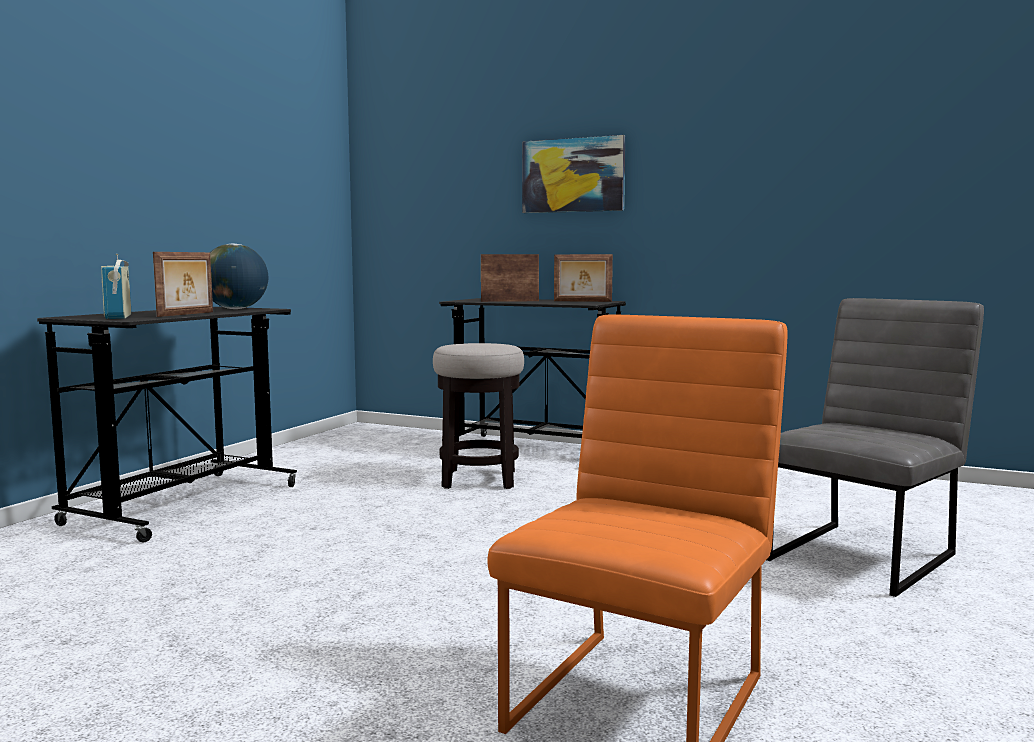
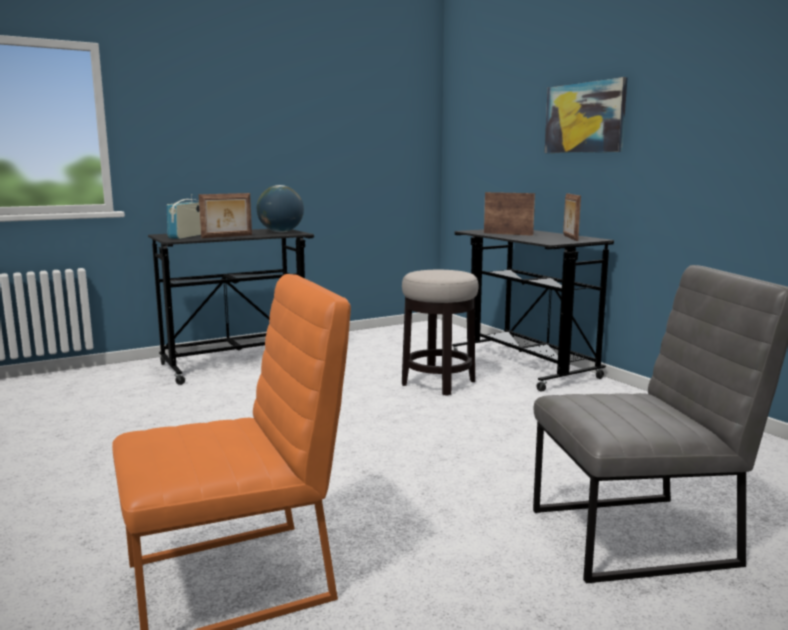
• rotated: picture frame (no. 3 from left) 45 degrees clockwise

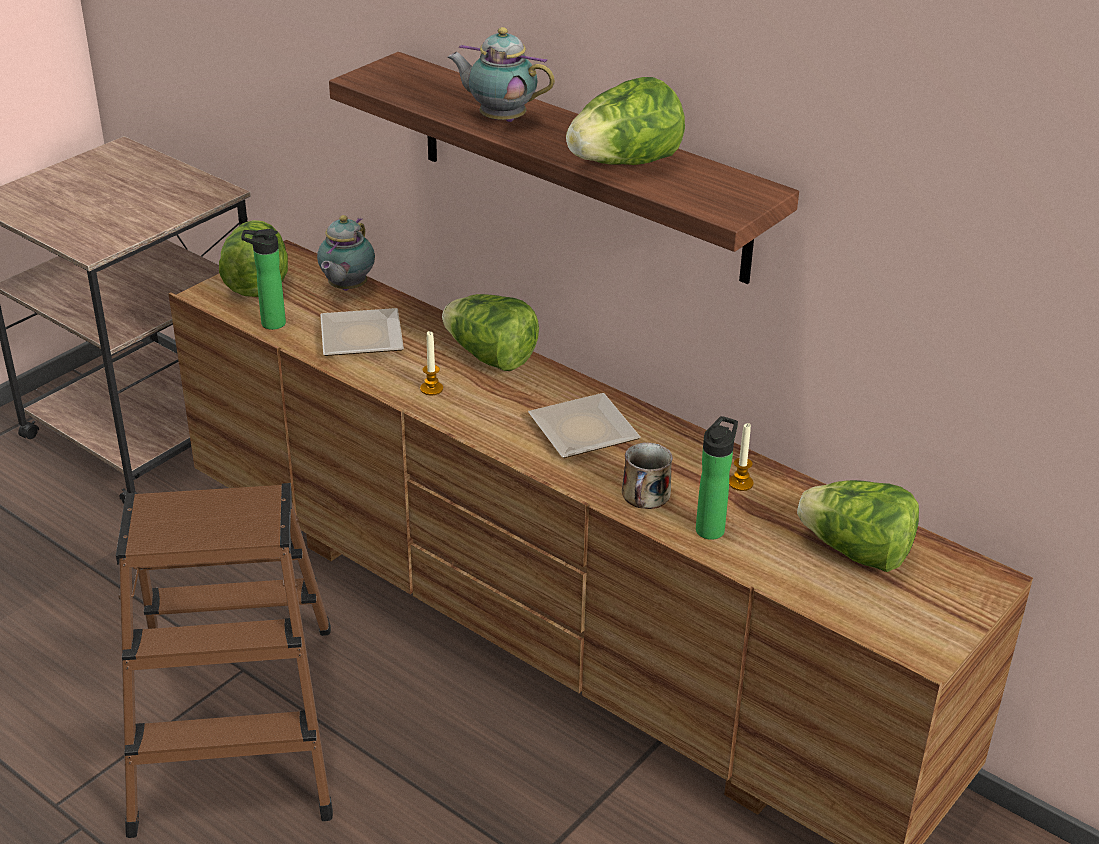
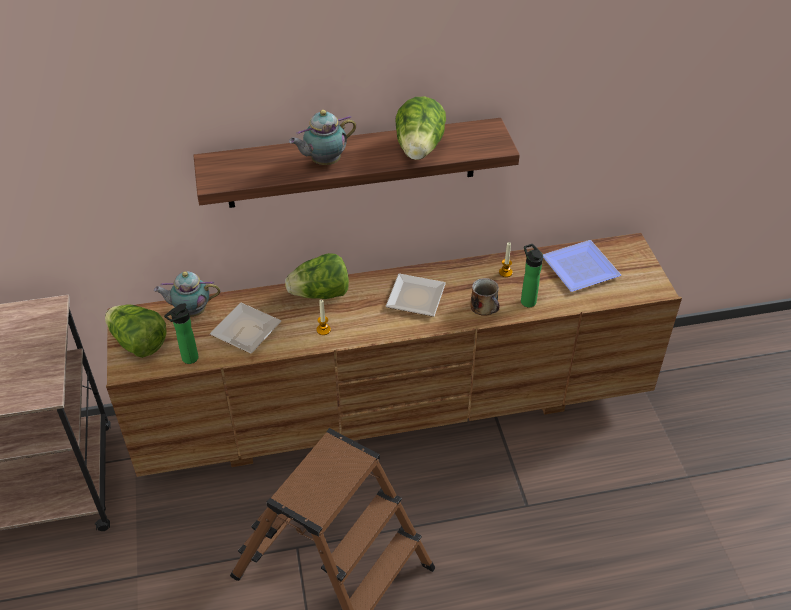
• rotated: pot for tea (no. 1 from left) 120 degrees clockwise
• swapped: lettuce head (no. 4 from left) to flat dish (no. 3 from left)

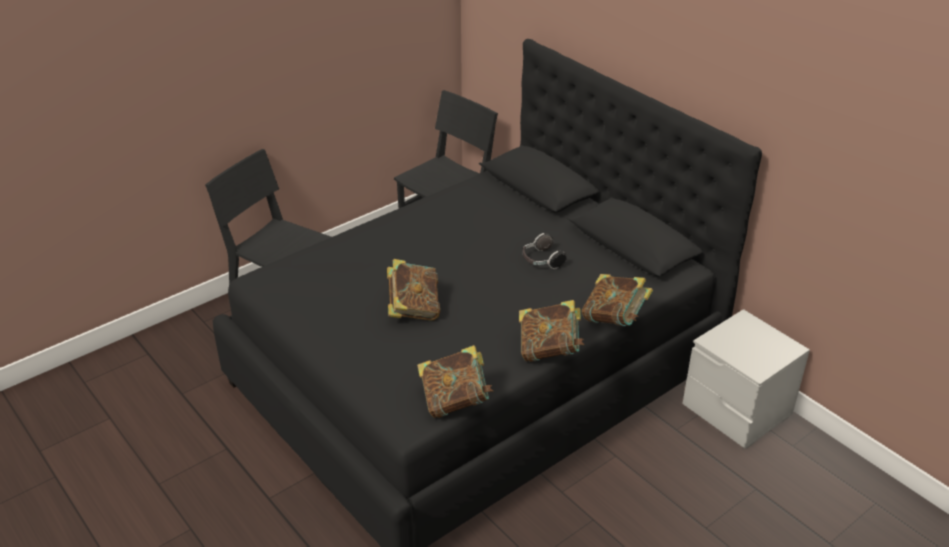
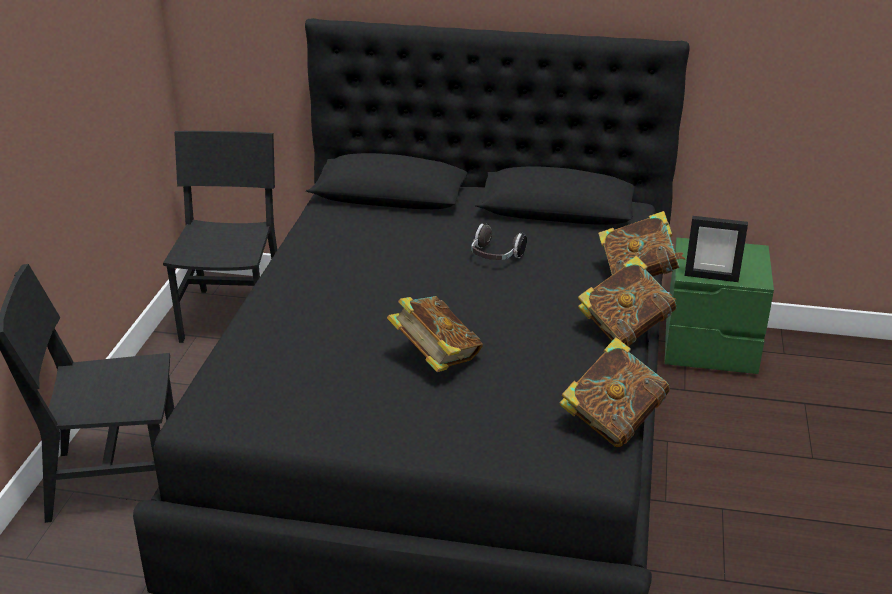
• repainted: nightstand (whitish) to nightstand (greenish)
• new: picture frame

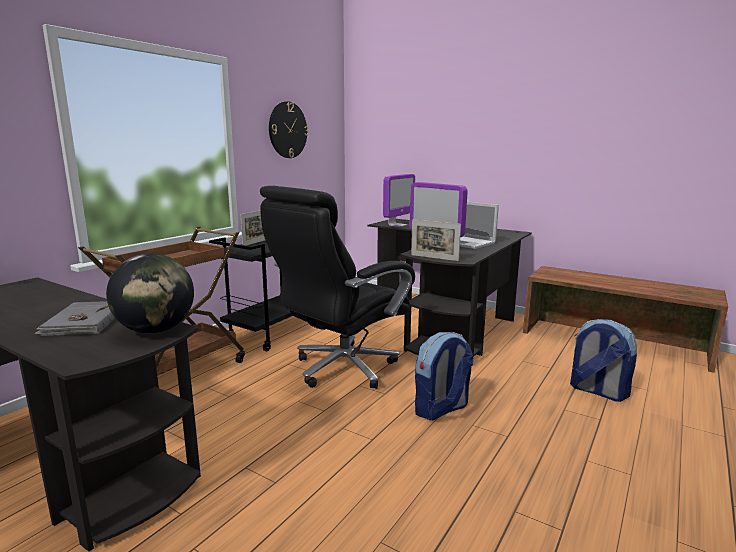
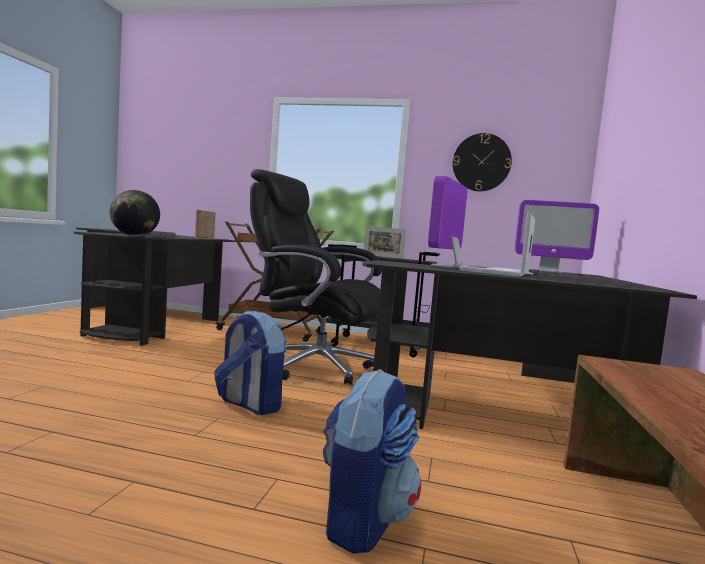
• shifted: picture frame (no. 2 from left in the first image) to picture frame (no. 1 from left)

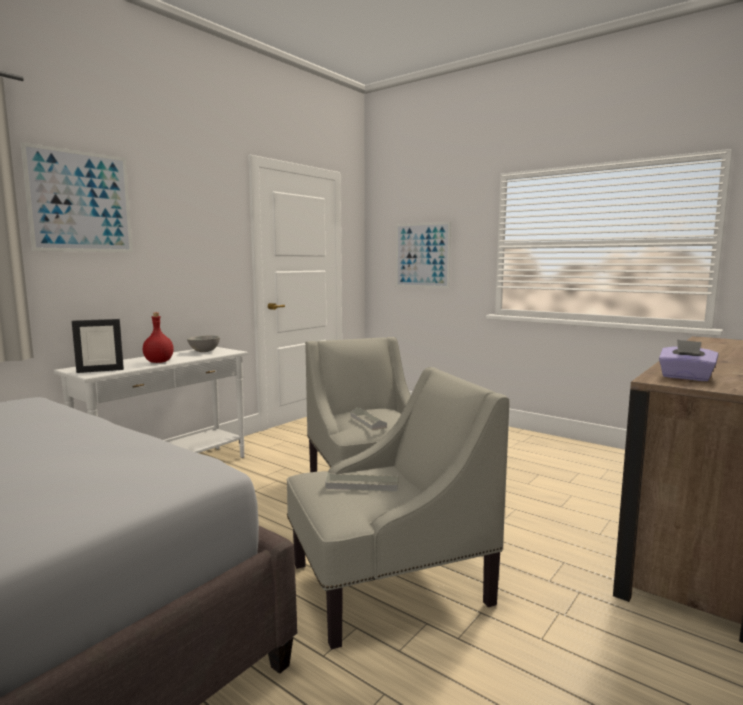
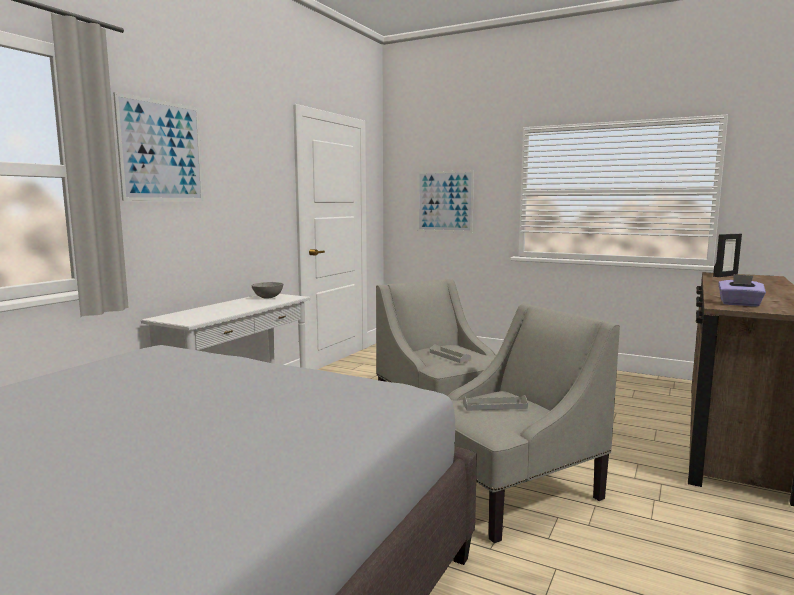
• shifted: picture frame
• gone: beverage bottle (red-coloured)

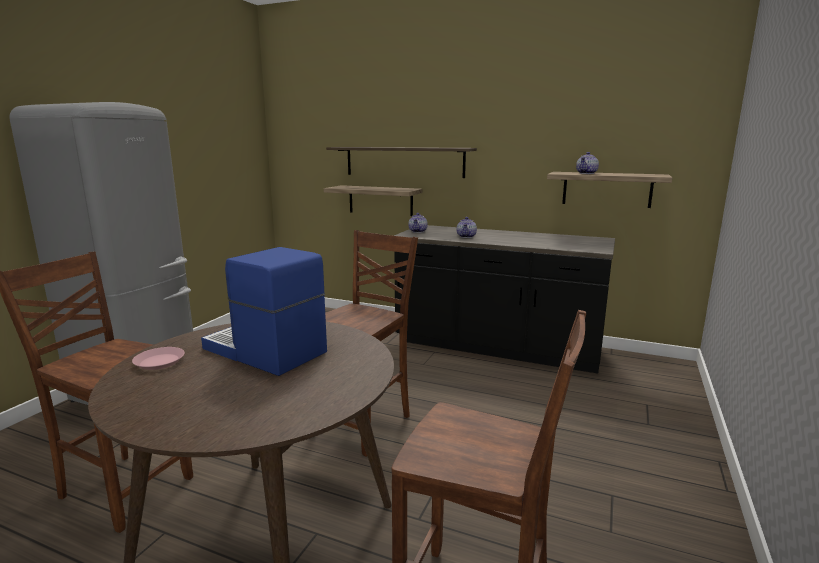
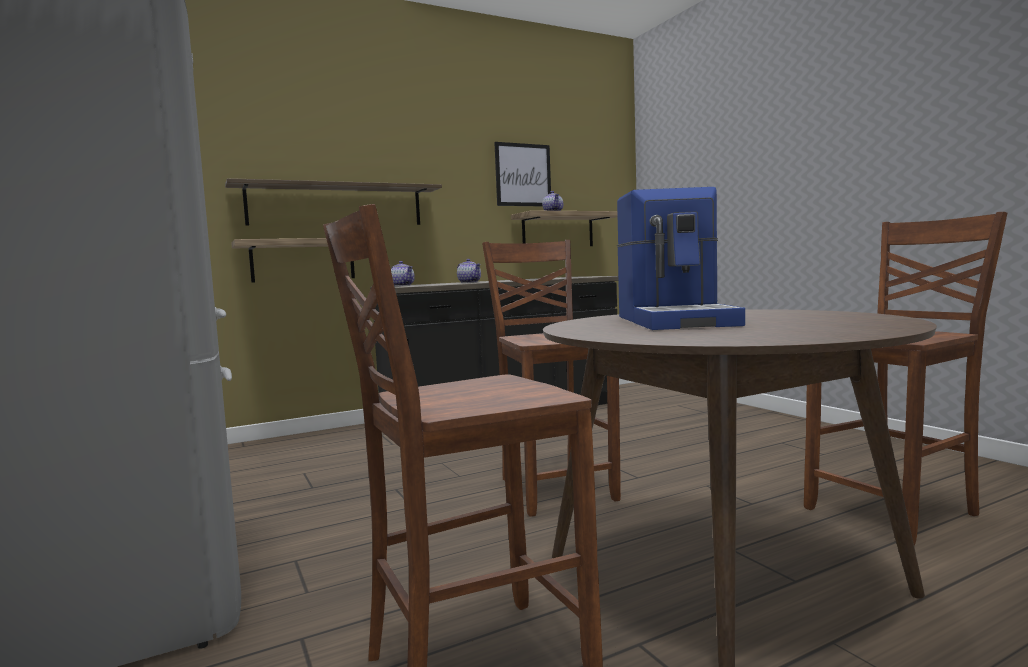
• new: wall art
• rotated: coffee machine 75 degrees counterclockwise
• gone: flat dish (pinkish)

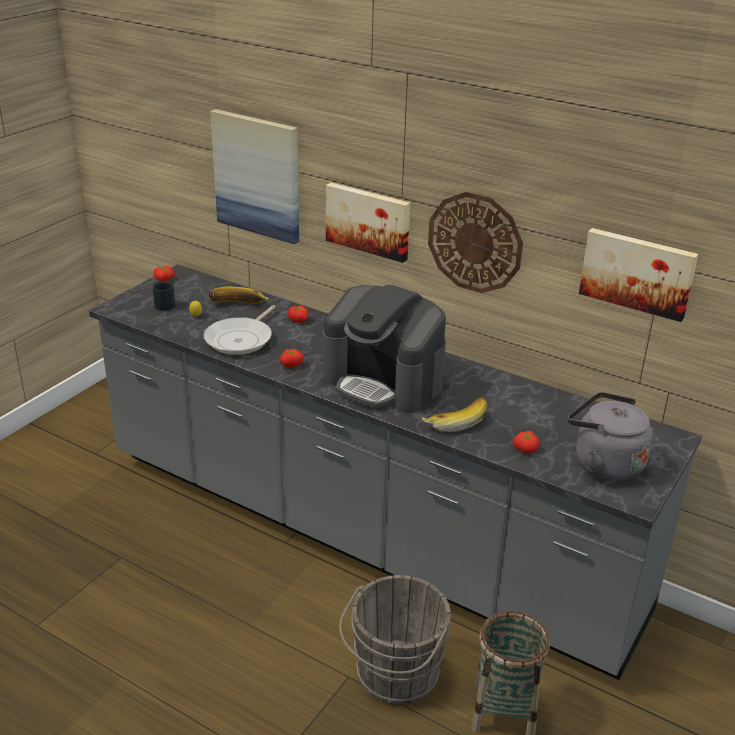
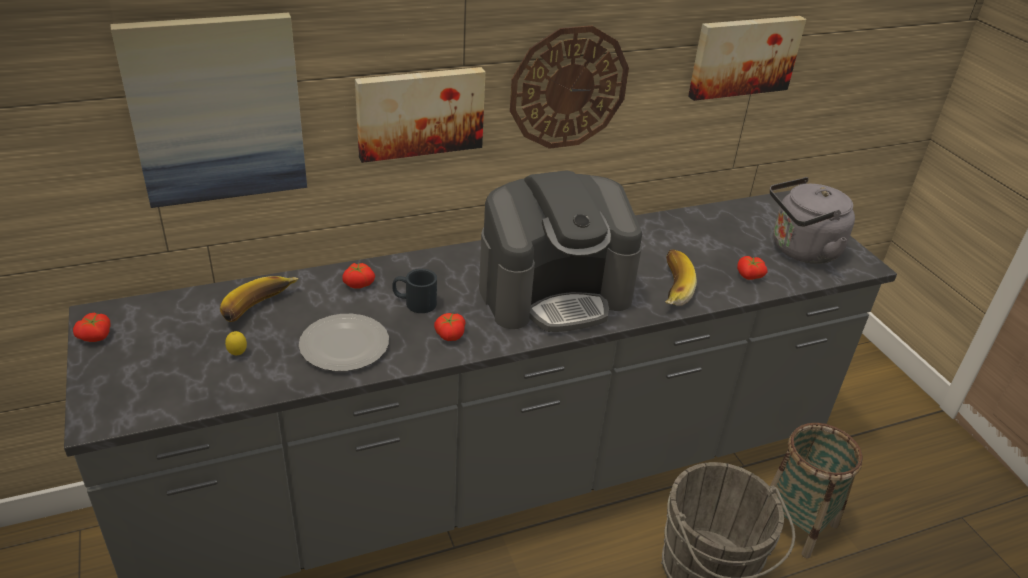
• swapped: frying pan to flat dish
• shifted: mug (black-coloured)

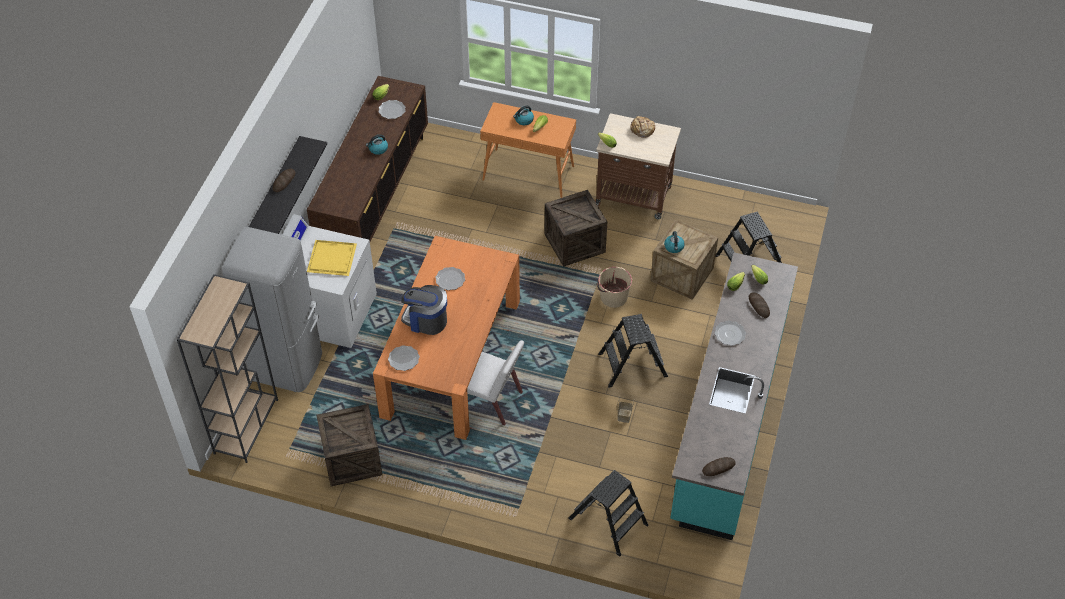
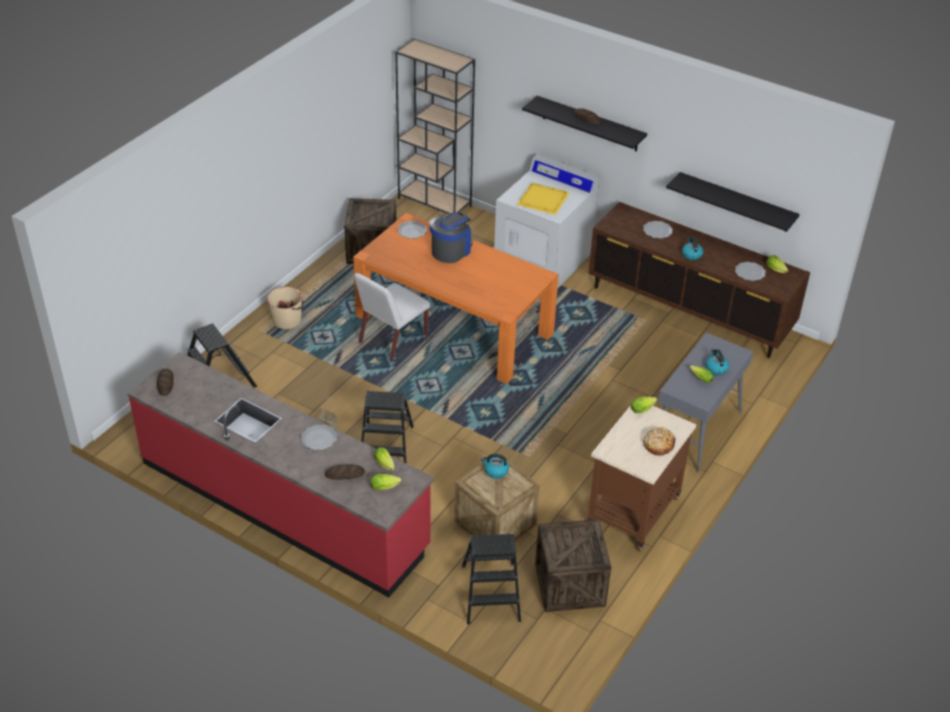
• repainted: counter (blue-green) to counter (red-coloured)
• shifted: water bucket (beige-coloured)
• shifted: packing crate (no. 2 from left in the first image) to packing crate (no. 3 from left)
• shifted: flat dish (no. 3 from left)
• repainted: narrow table (orangey) to narrow table (gray)
• new: wall shelf (black-coloured) (no. 2 from left)
• gone: fridge (gray)

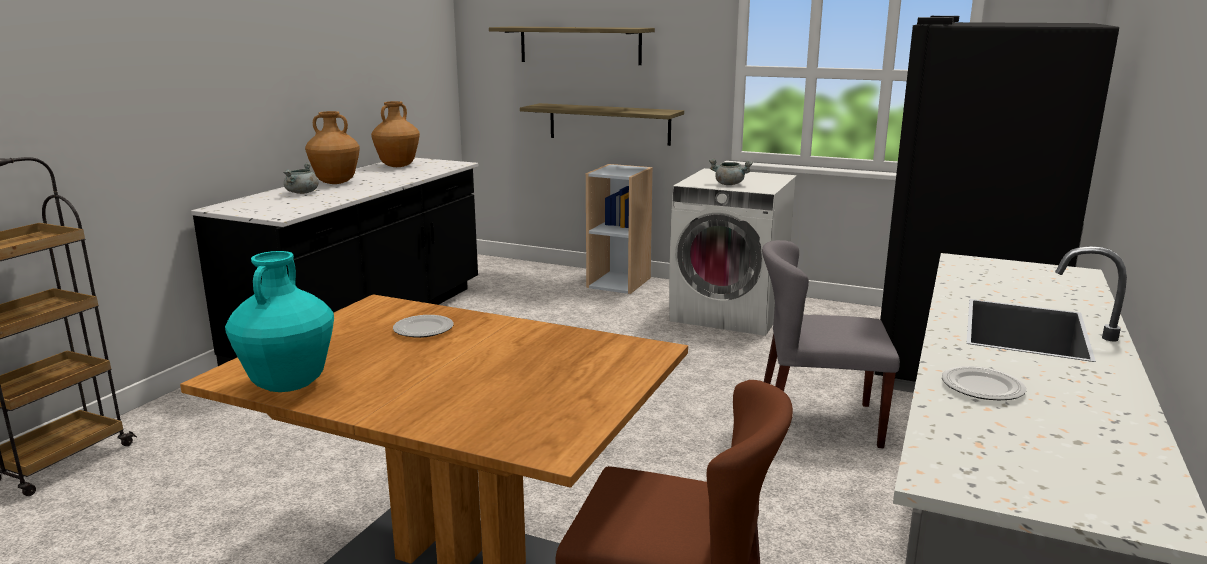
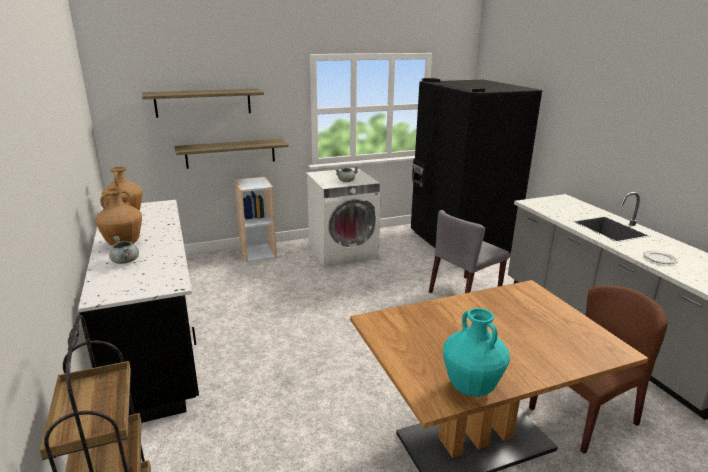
• gone: flat dish (no. 1 from left)

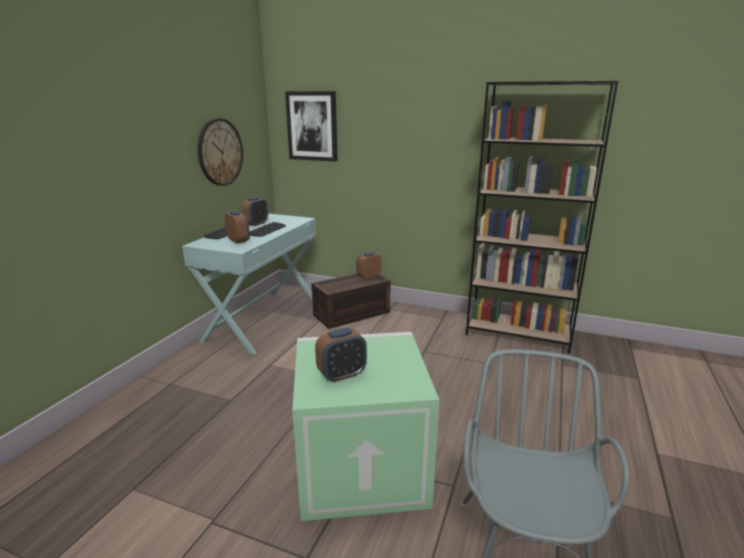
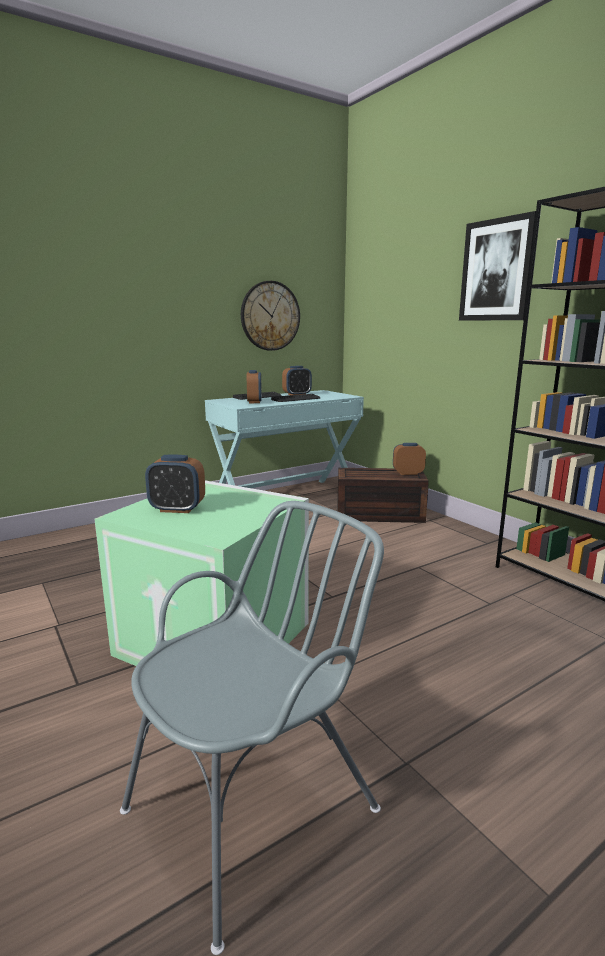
• shifted: wall art

